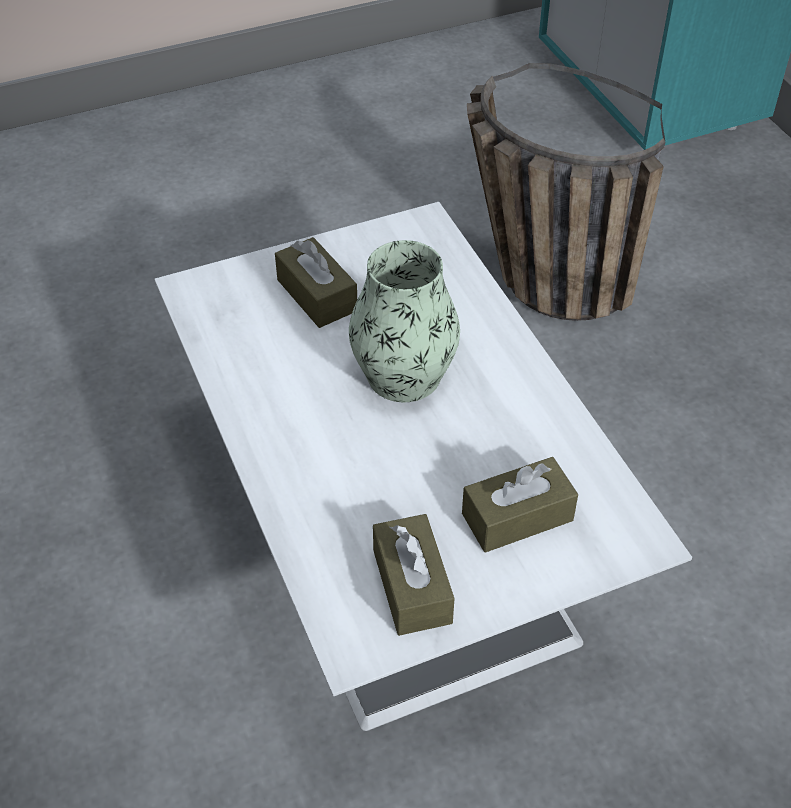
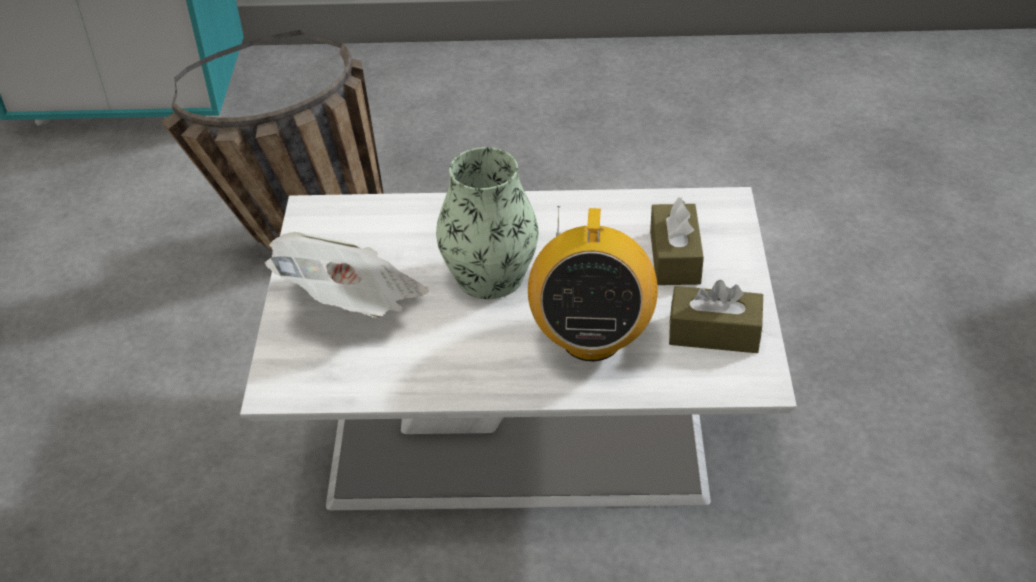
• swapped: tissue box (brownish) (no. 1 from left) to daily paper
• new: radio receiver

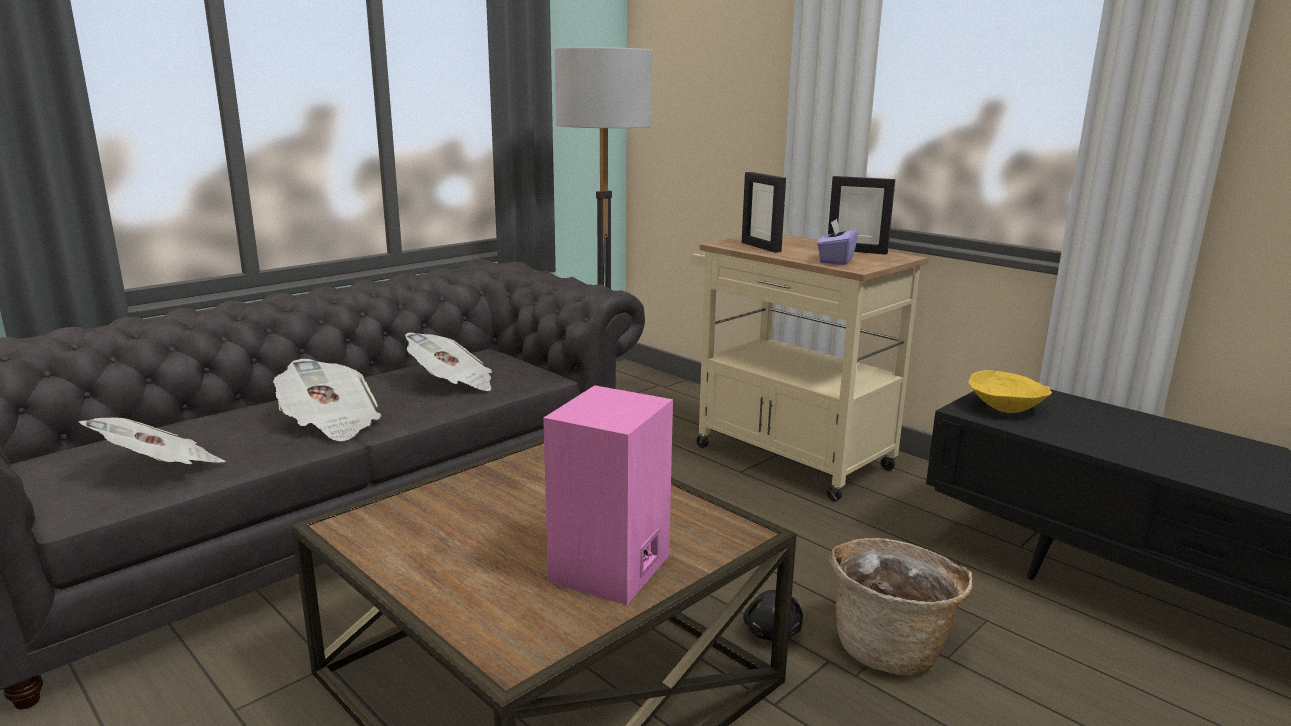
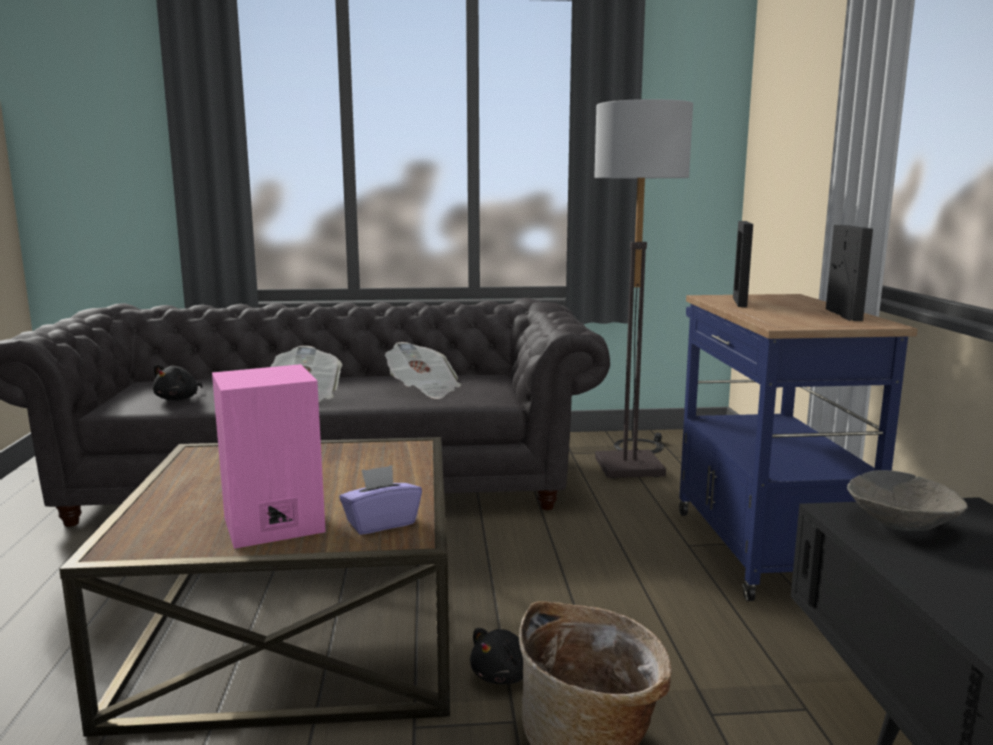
• swapped: daily paper (no. 1 from left) to plush toy (black-coloured) (no. 1 from left)
• shifted: tissue box (purple)
• repainted: wheeled cart (beige-coloured) to wheeled cart (bluish)
• rotated: picture frame (no. 2 from left) 150 degrees counterclockwise
• repainted: serving bowl (yellowish) to serving bowl (gray)

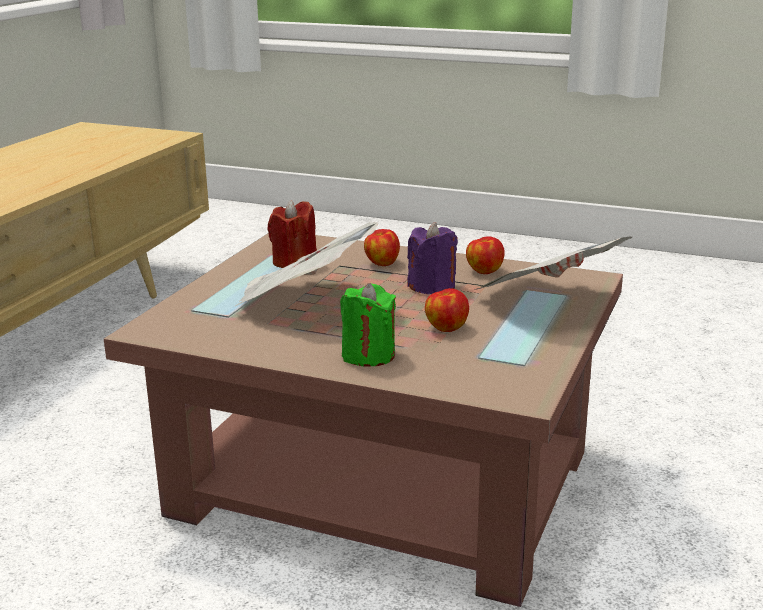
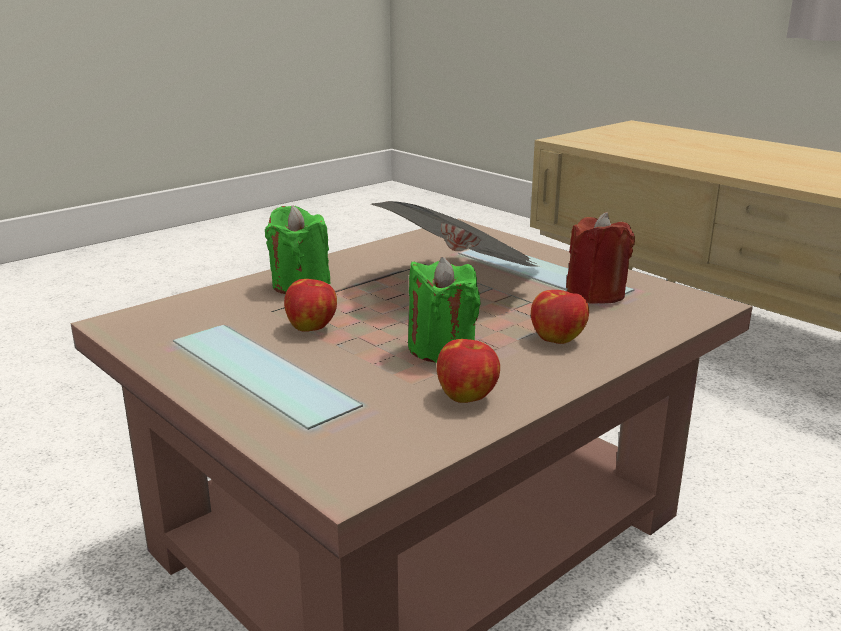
• repainted: candle (purple) to candle (greenish) (no. 2 from left)
• gone: daily paper (no. 2 from left)

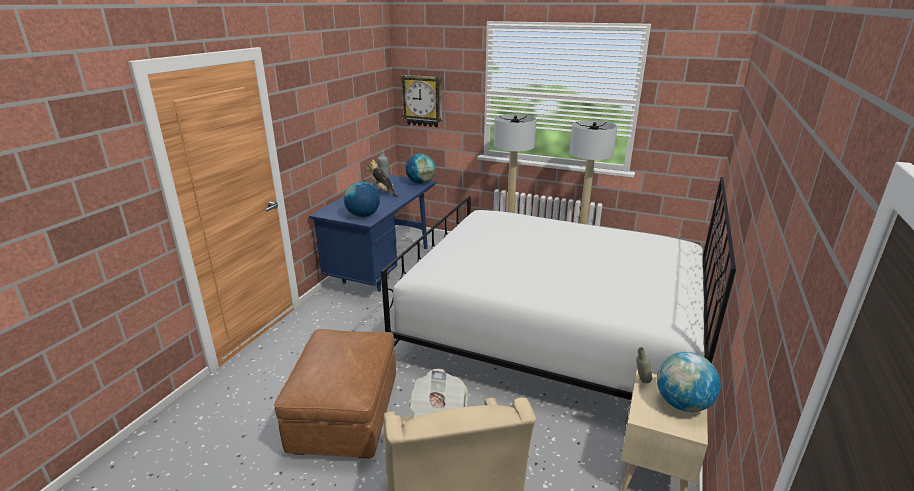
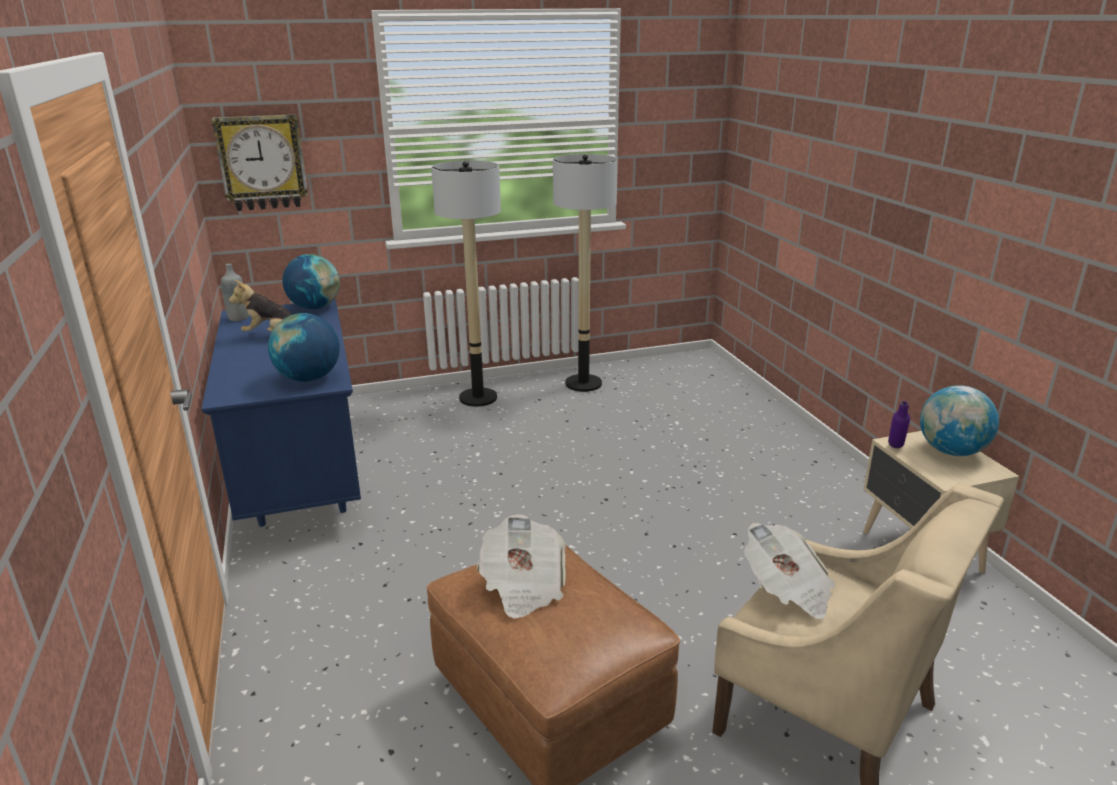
• new: daily paper (no. 1 from left)
• repainted: beverage bottle (gray) (no. 2 from left) to beverage bottle (purple)
• gone: bedroom bed (whitish)

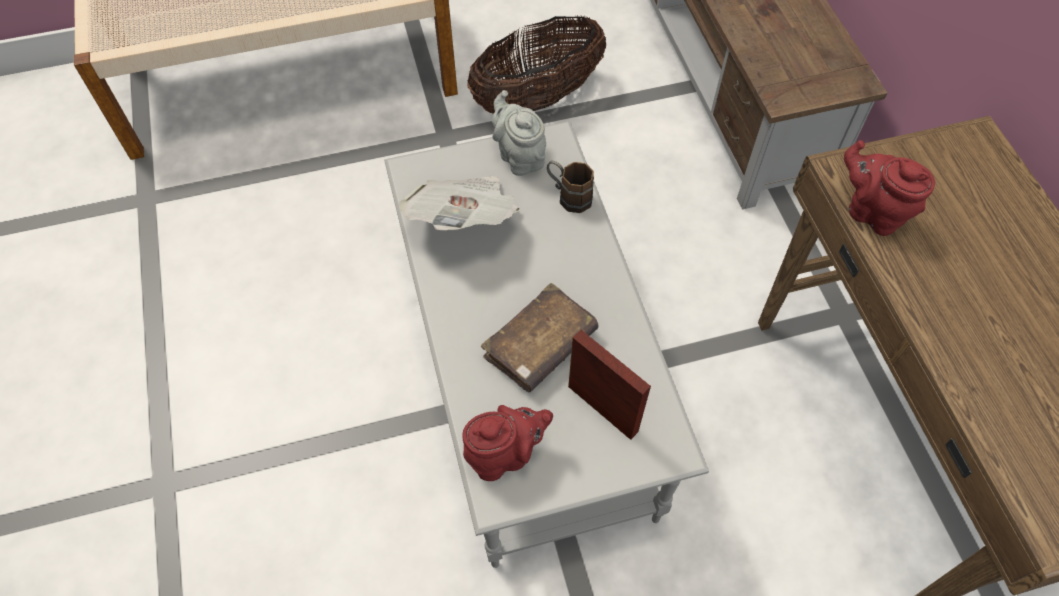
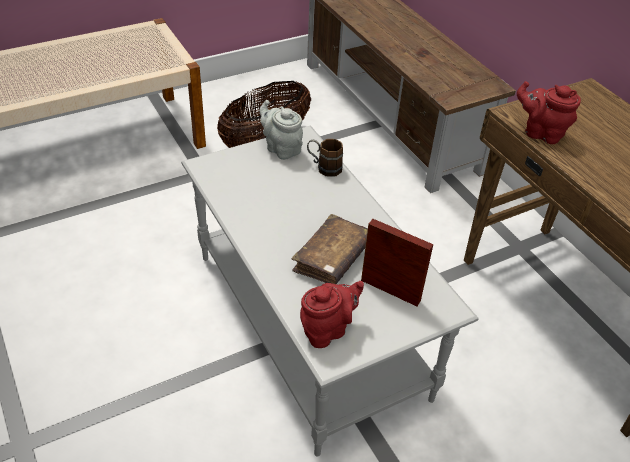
• gone: daily paper

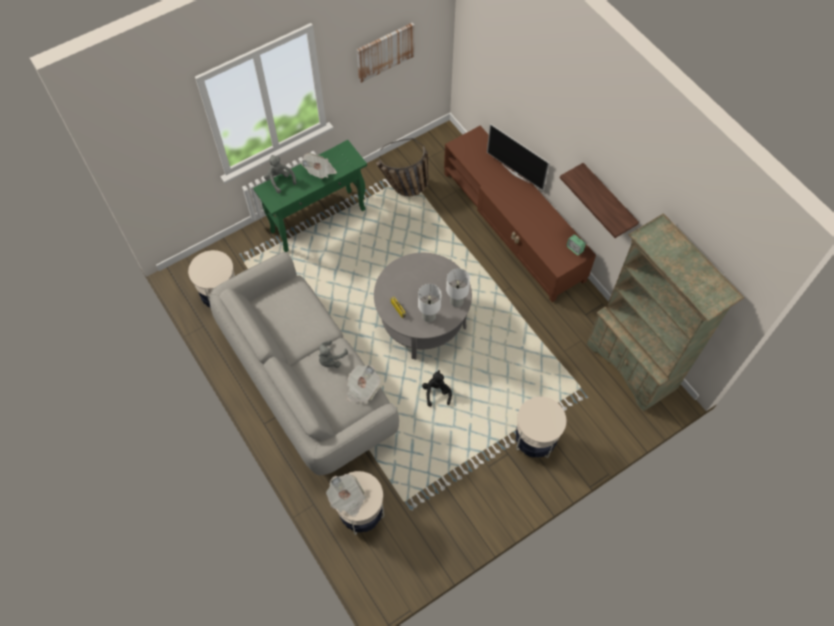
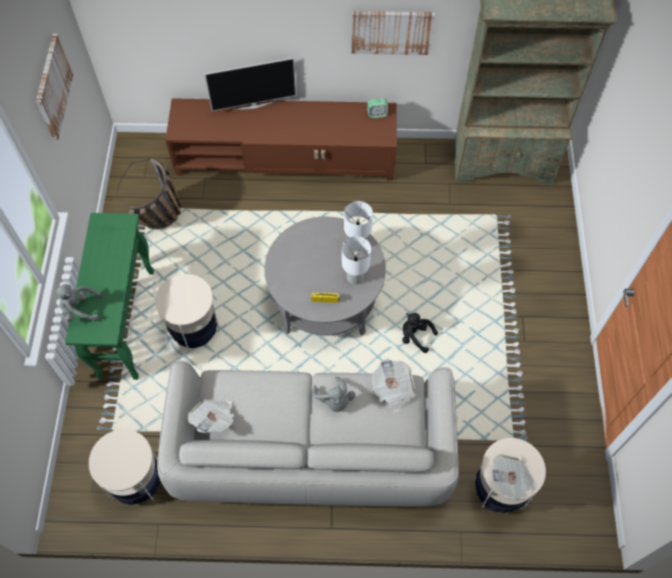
• shifted: accent table (beige-coloured) (no. 3 from left in the first image) to accent table (beige-coloured) (no. 2 from left)
• shifted: daily paper (no. 1 from left)
• swapped: wall shelf to wall art (no. 2 from left)

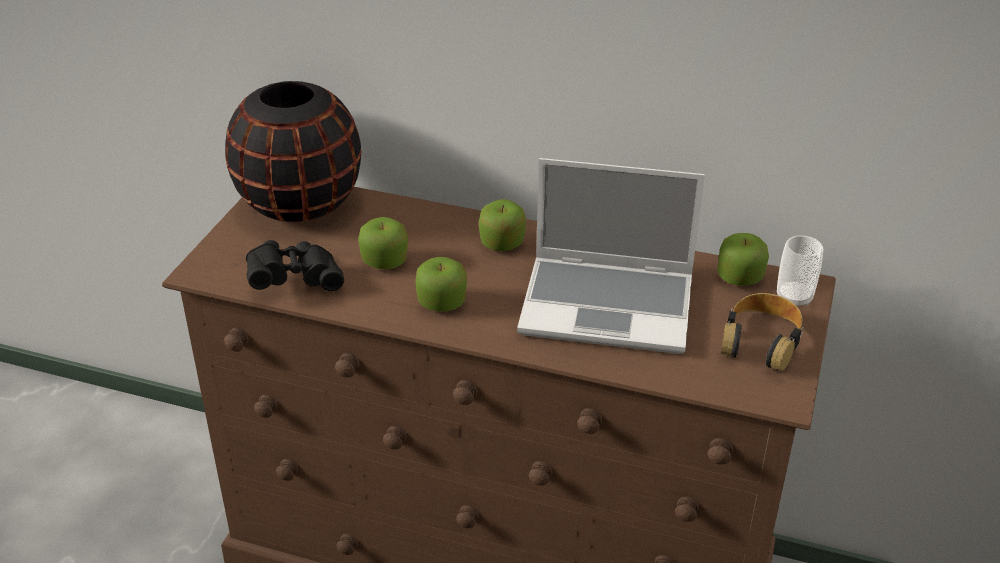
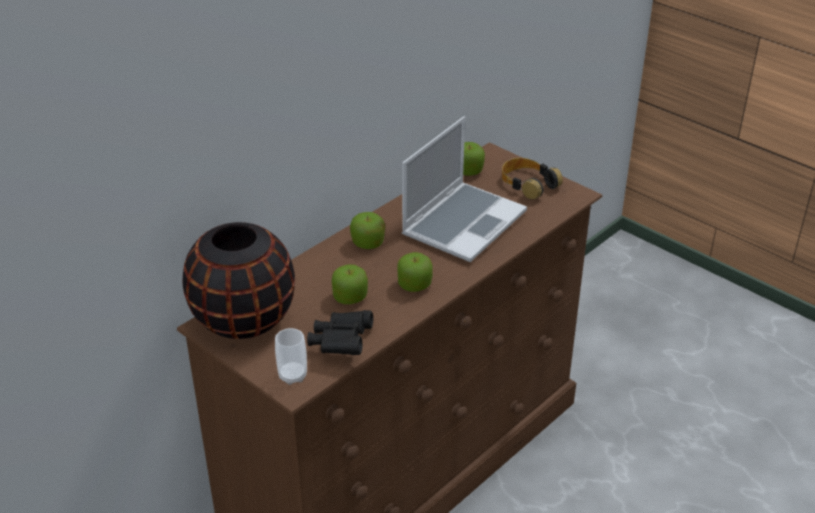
• shifted: cup

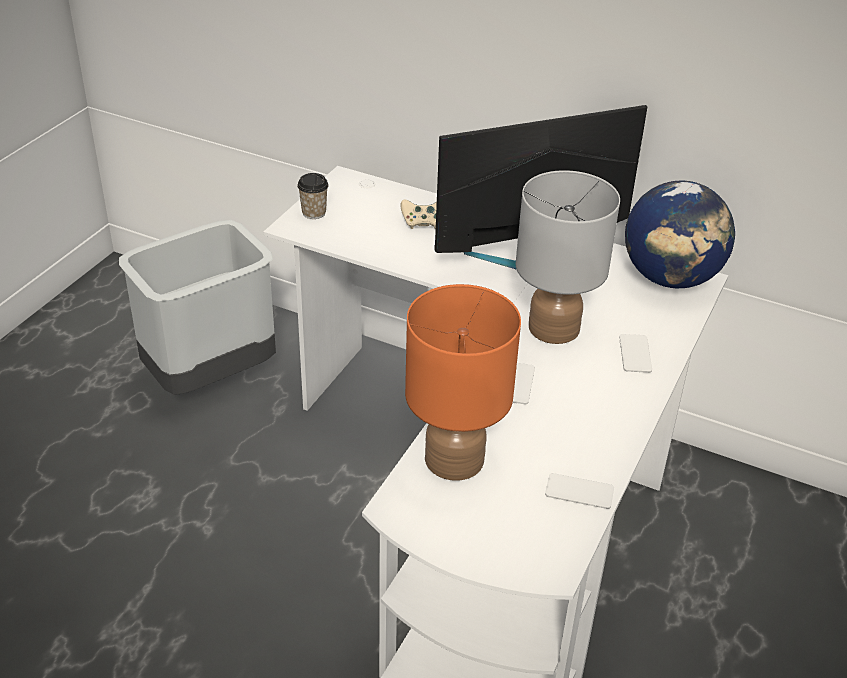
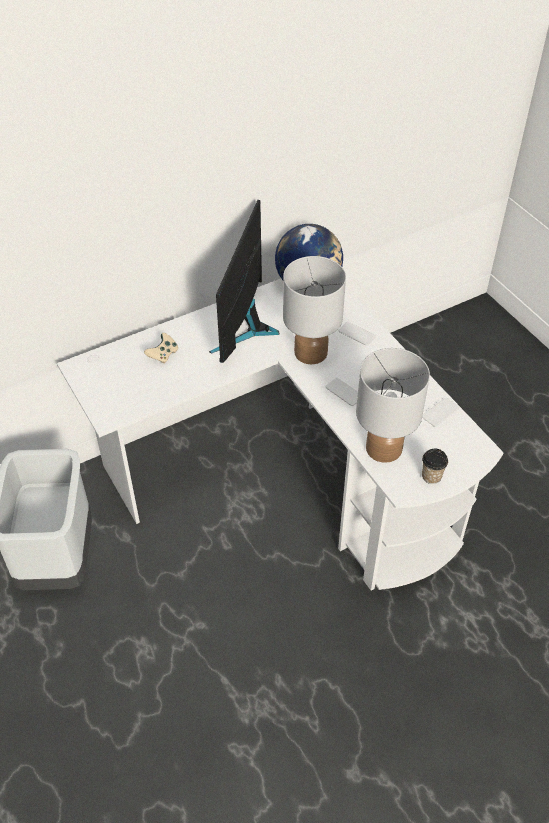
• repainted: table lamp (orangey) to table lamp (gray) (no. 2 from left)
• shifted: cup

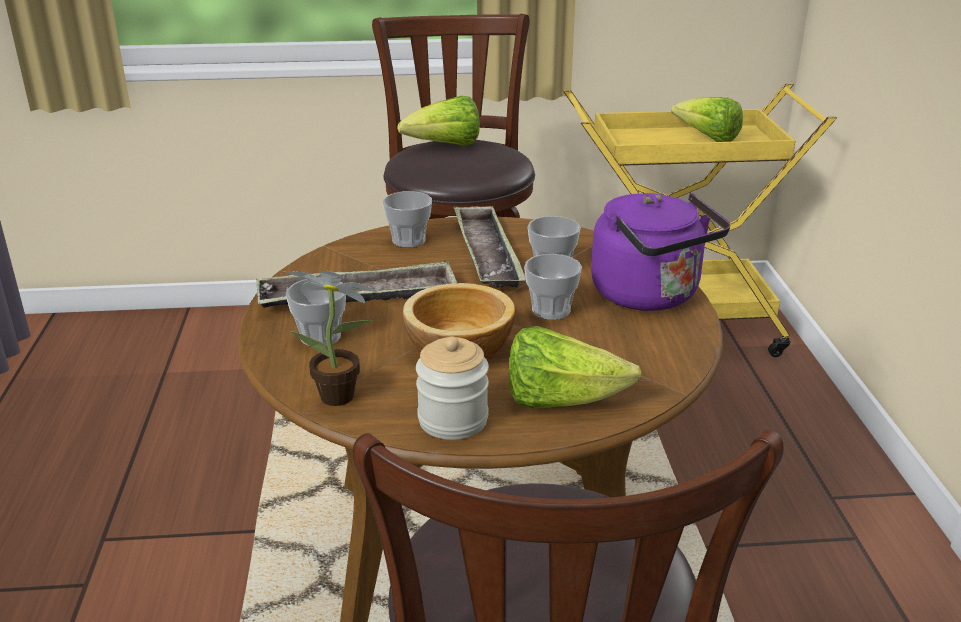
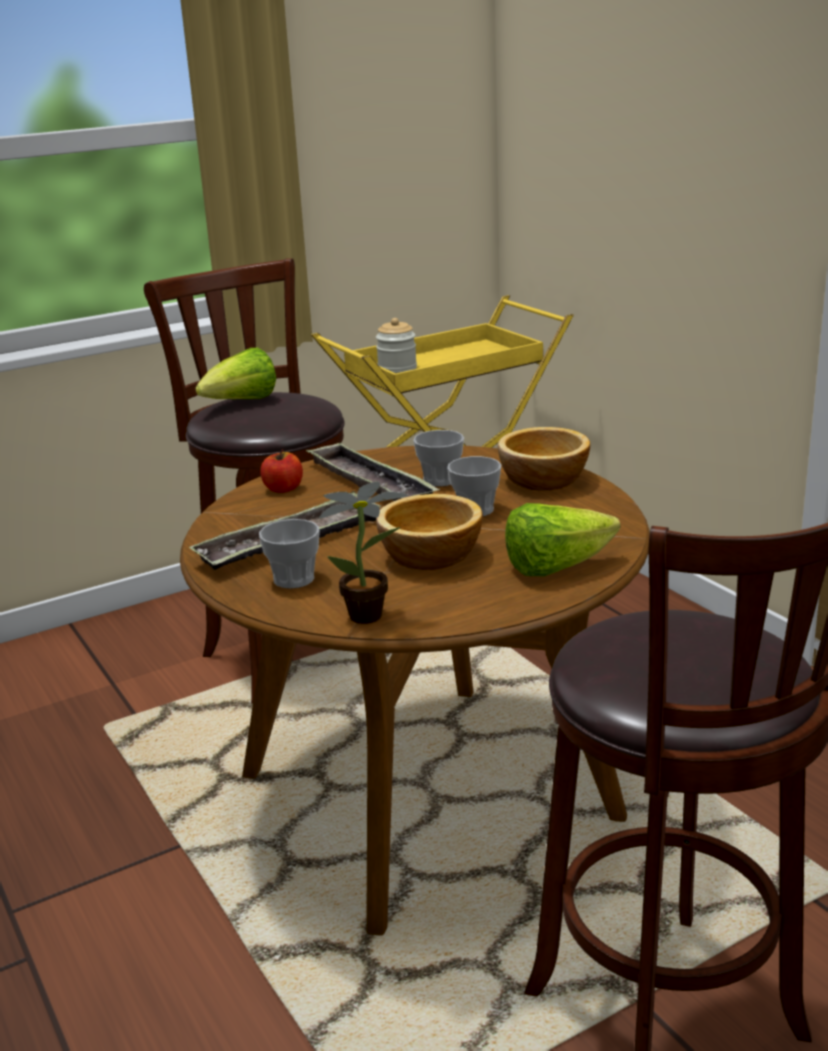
• swapped: cup (no. 2 from left) to apple
• shifted: storage jar
• swapped: water kettle (purple) to serving bowl (no. 2 from left)
• gone: lettuce head (no. 3 from left)

